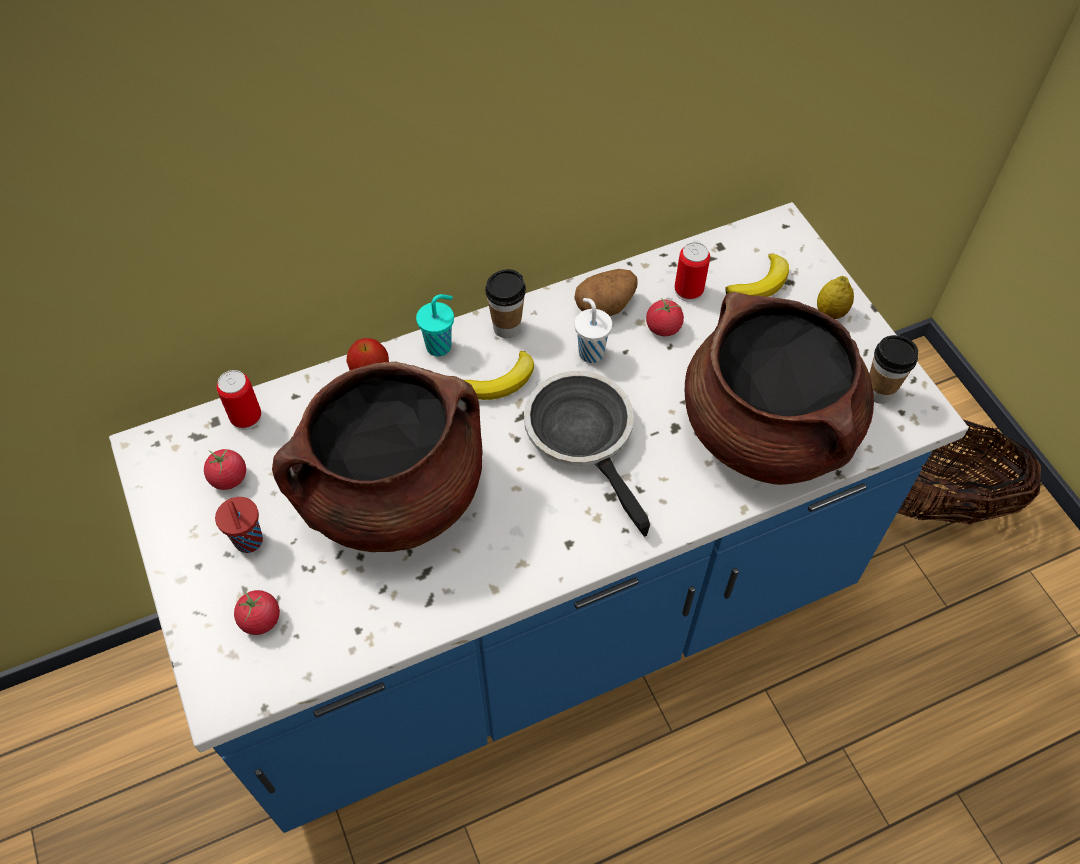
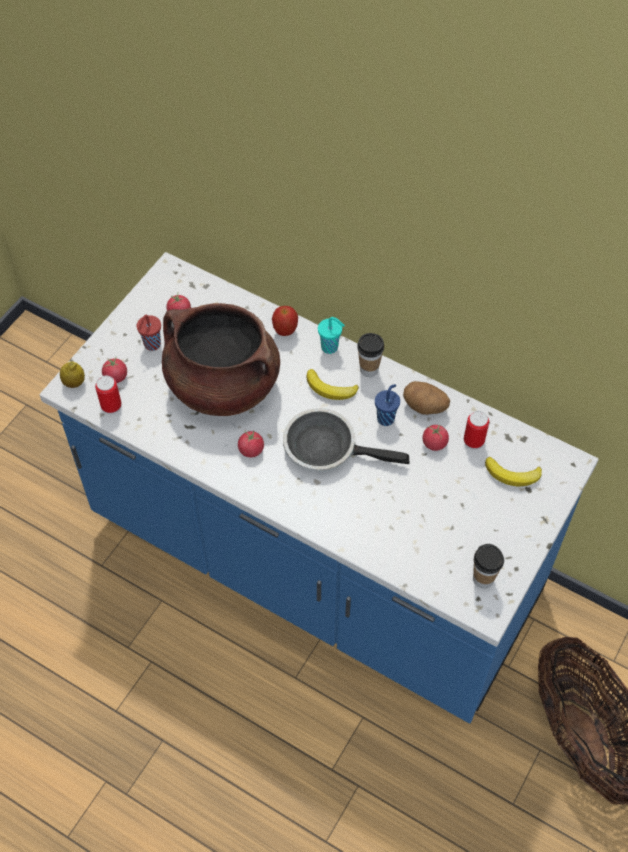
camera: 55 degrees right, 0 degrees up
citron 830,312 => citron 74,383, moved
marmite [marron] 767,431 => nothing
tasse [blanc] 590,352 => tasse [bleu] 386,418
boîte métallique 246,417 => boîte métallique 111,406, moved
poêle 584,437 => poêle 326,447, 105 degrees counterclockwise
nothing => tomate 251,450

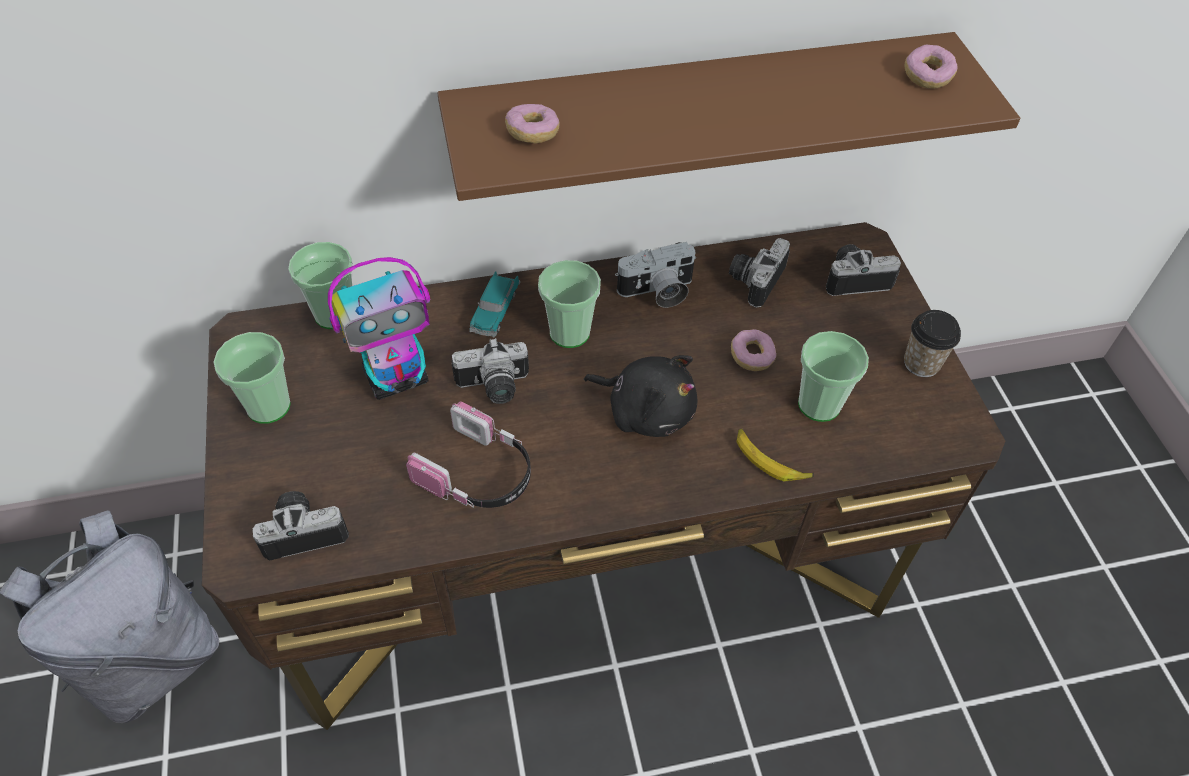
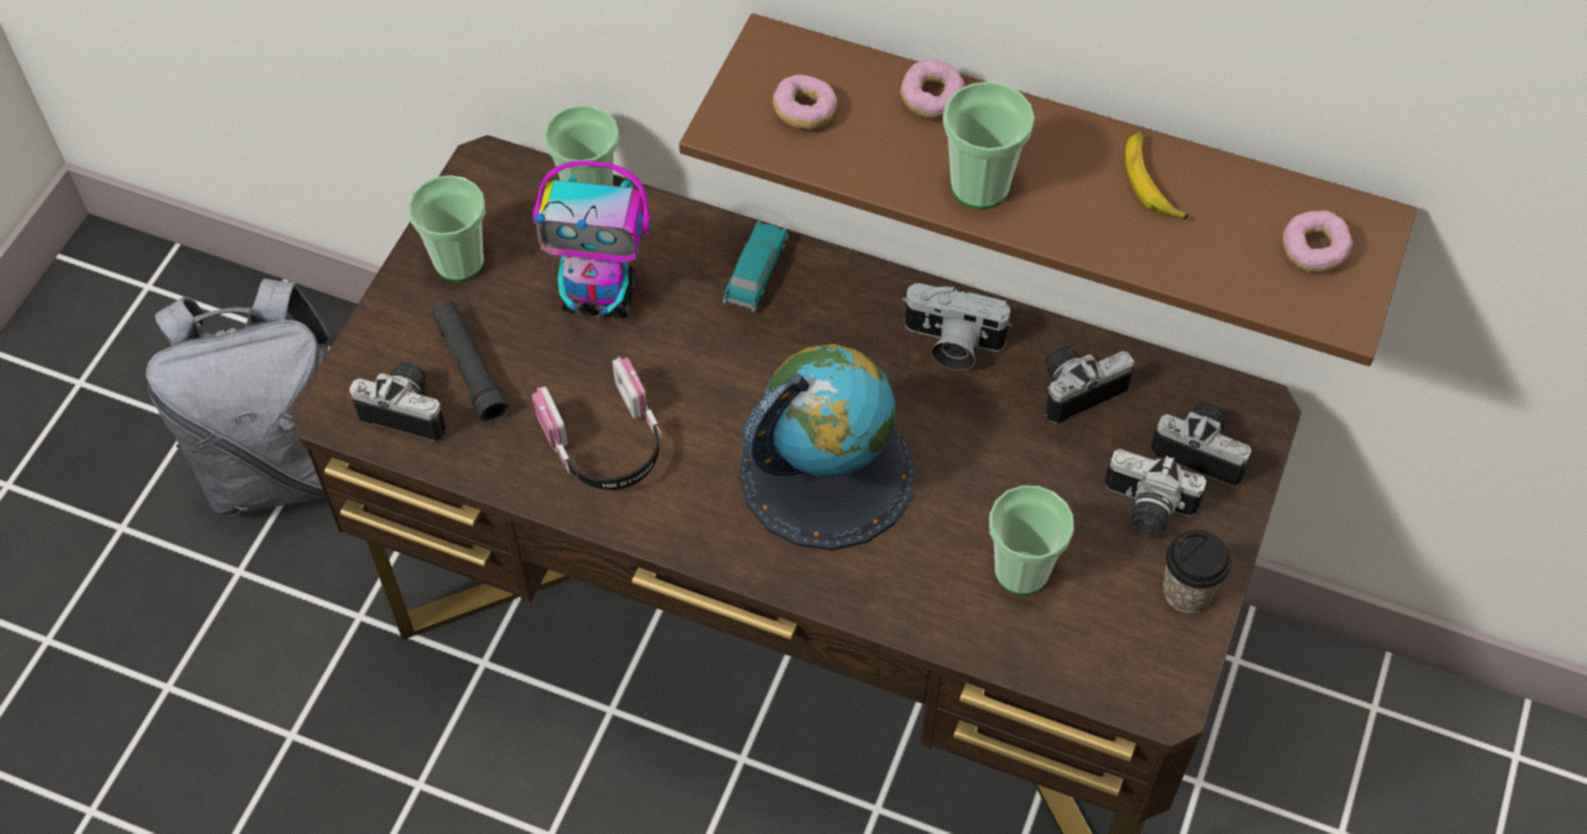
camera: 35 degrees right, 5 degrees up
tasse 569,333 => tasse 980,186, moved
petite voiture 495,310 => petite voiture 756,271, 150 degrees clockwise
beignet 751,357 => beignet 931,99, moved
appareil photo 494,388 => appareil photo 1145,510, moved
peluche [noir] 646,410 => globe 826,472
banane 769,460 => banane 1151,182, moved
nothing => lampe de poche [noir] 470,368

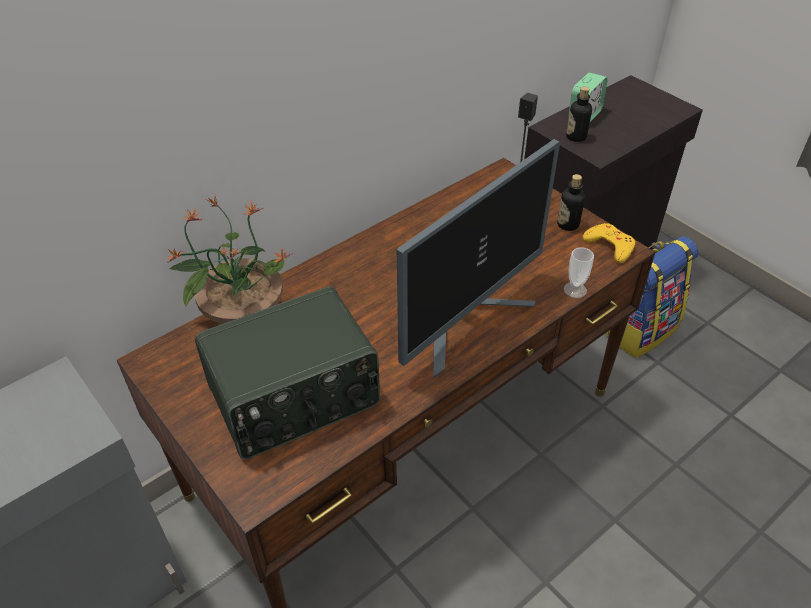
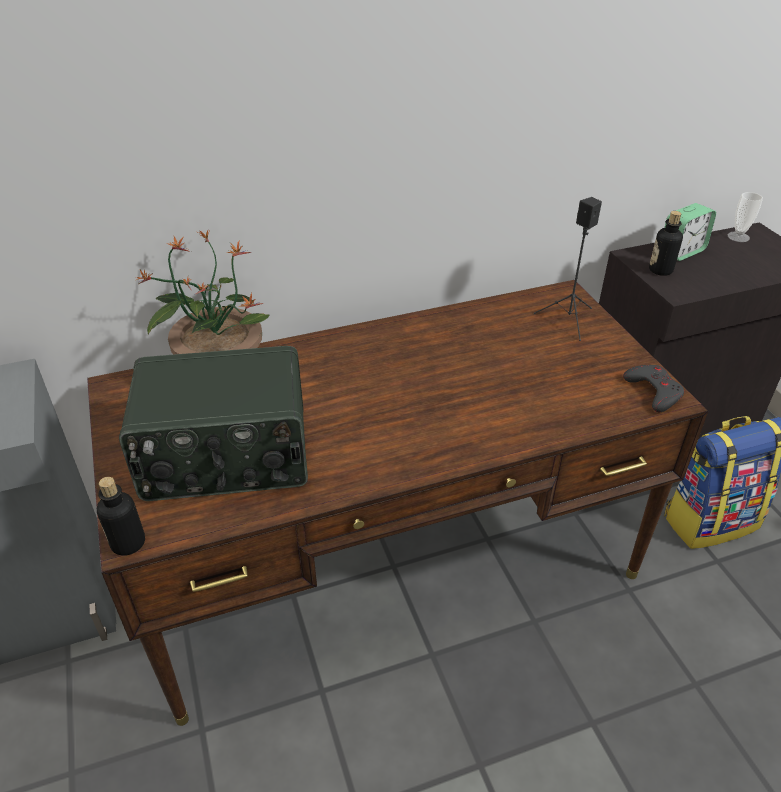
camera: 20 degrees right, 5 degrees down
écran d'ordinateur 467,321 => nothing
bouteille 568,224 => bouteille 128,543, moved
manette [jaune] 609,245 => manette [gris] 653,391
tasse 575,290 => tasse 738,237, moved

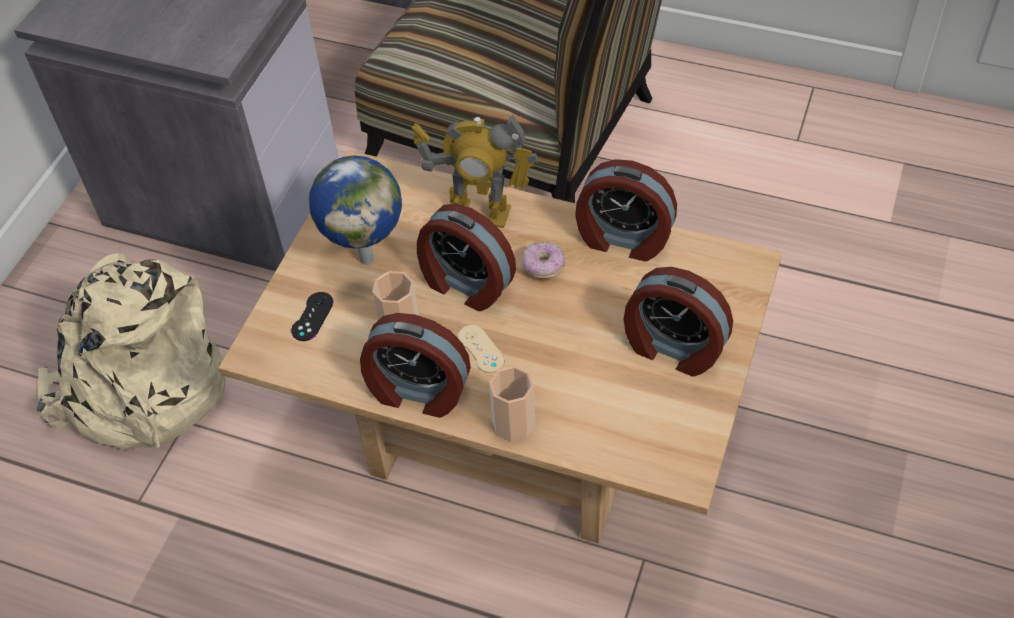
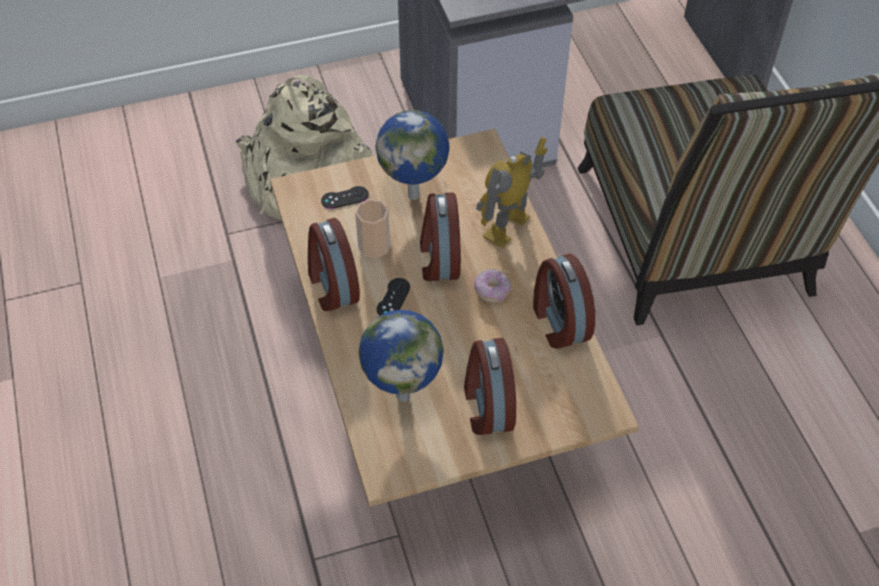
camera: 50 degrees right, 0 degrees up
robot jouet 479,211 => robot jouet 507,228, 60 degrees clockwise
manette [beige] 480,349 => manette [noir] 393,298
tasse 513,423 => nothing
nothing => globe 403,394

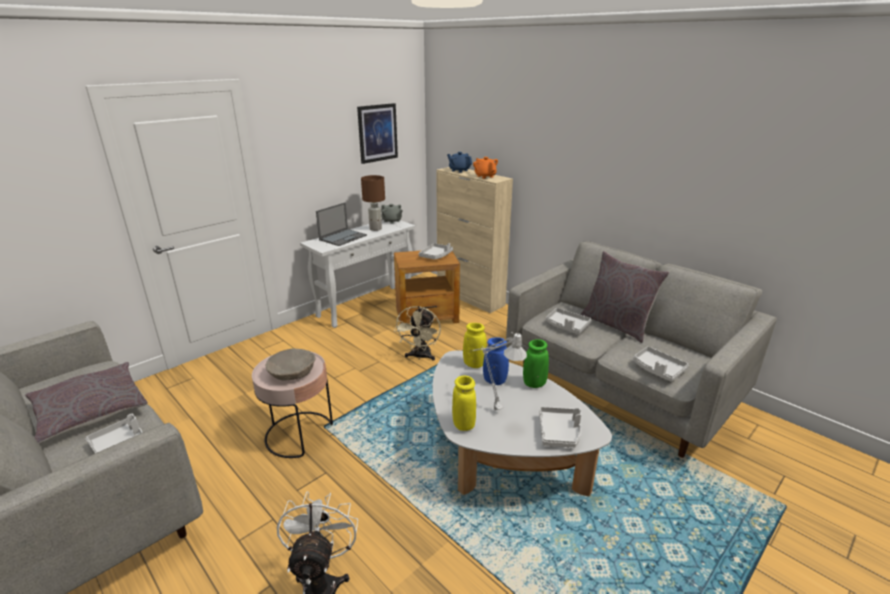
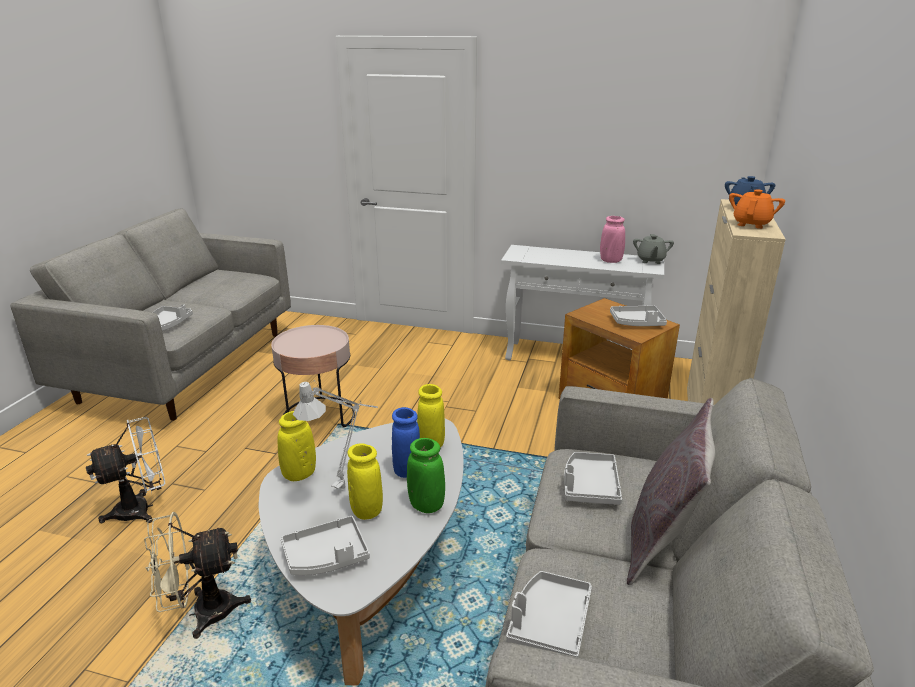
camera: 60 degrees right, 0 degrees up
tableau 377,133 => nothing
lampe de table [marron] 376,229 => vase [rose] 610,261
ordinateur portable 343,237 => nothing
ventilateur [beige] 420,357 => ventilateur [beige] 202,613, moved
bol [beige] 292,372 => nothing
coussin [gris] 90,410 => nothing
nothing => vase [jaune] 366,511

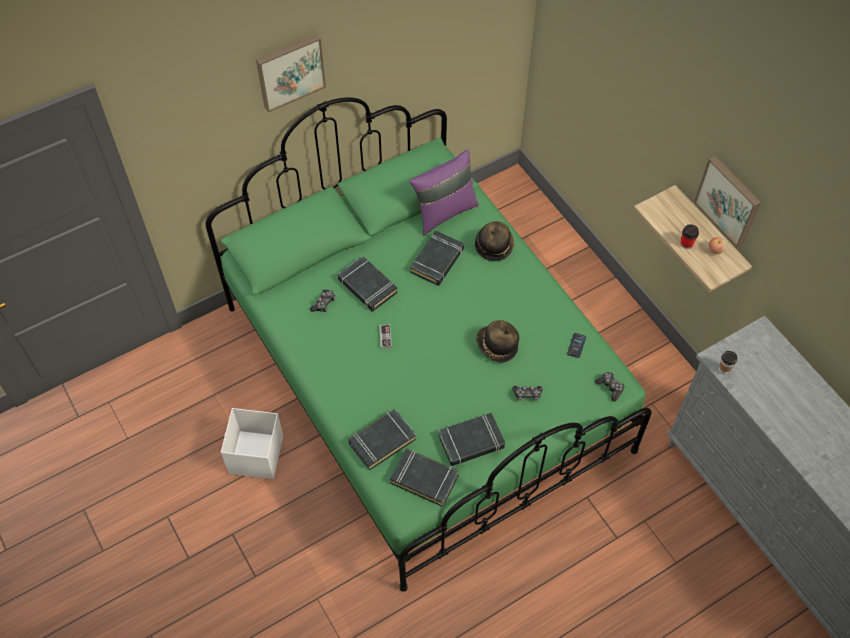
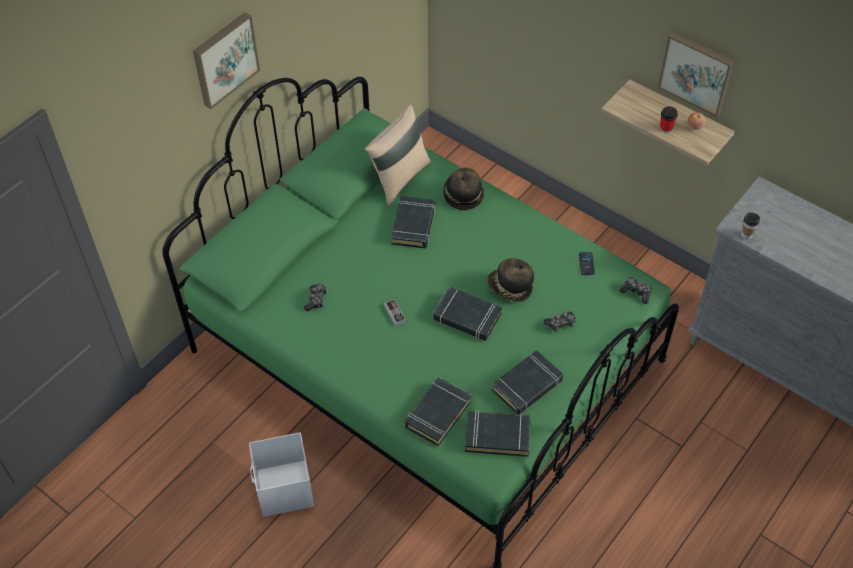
camera: 20 degrees left, 5 degrees down
coussin [violet] 444,212 => coussin [beige] 399,178
livre [noir] 367,286 => livre [noir] 466,317, moved

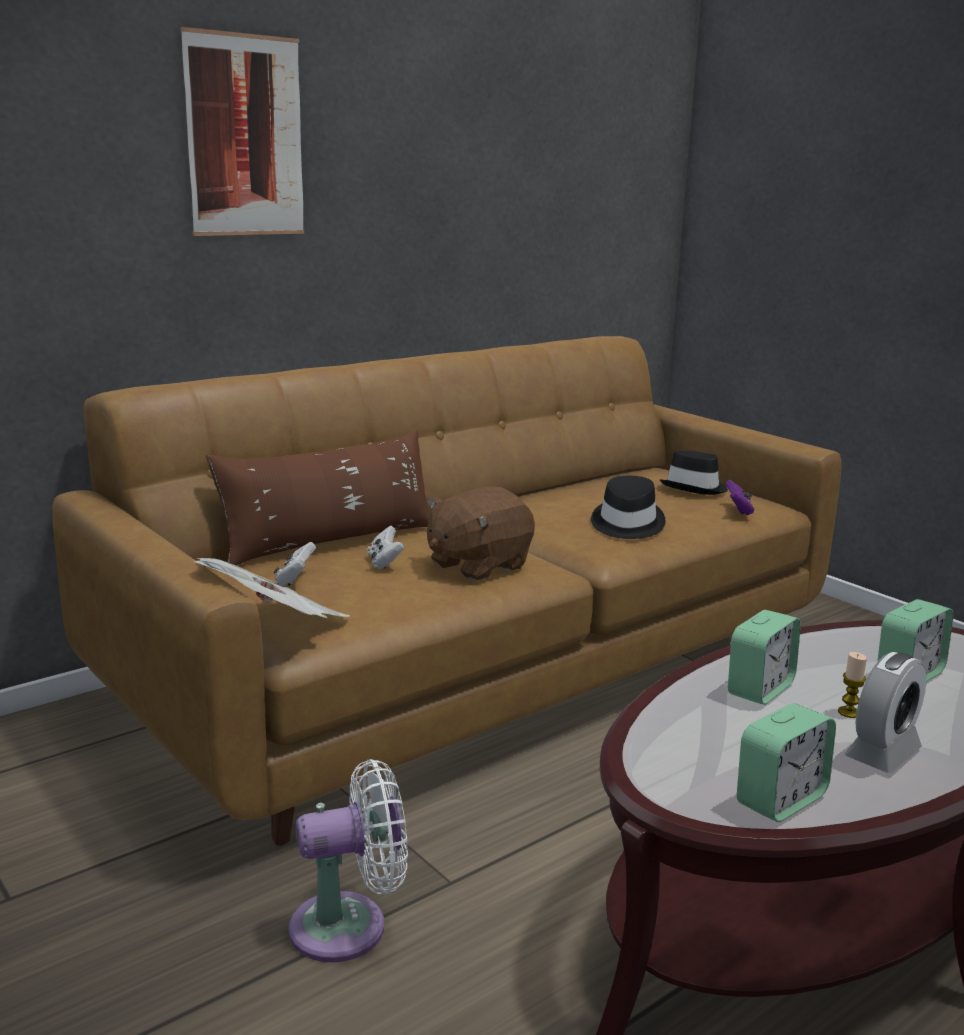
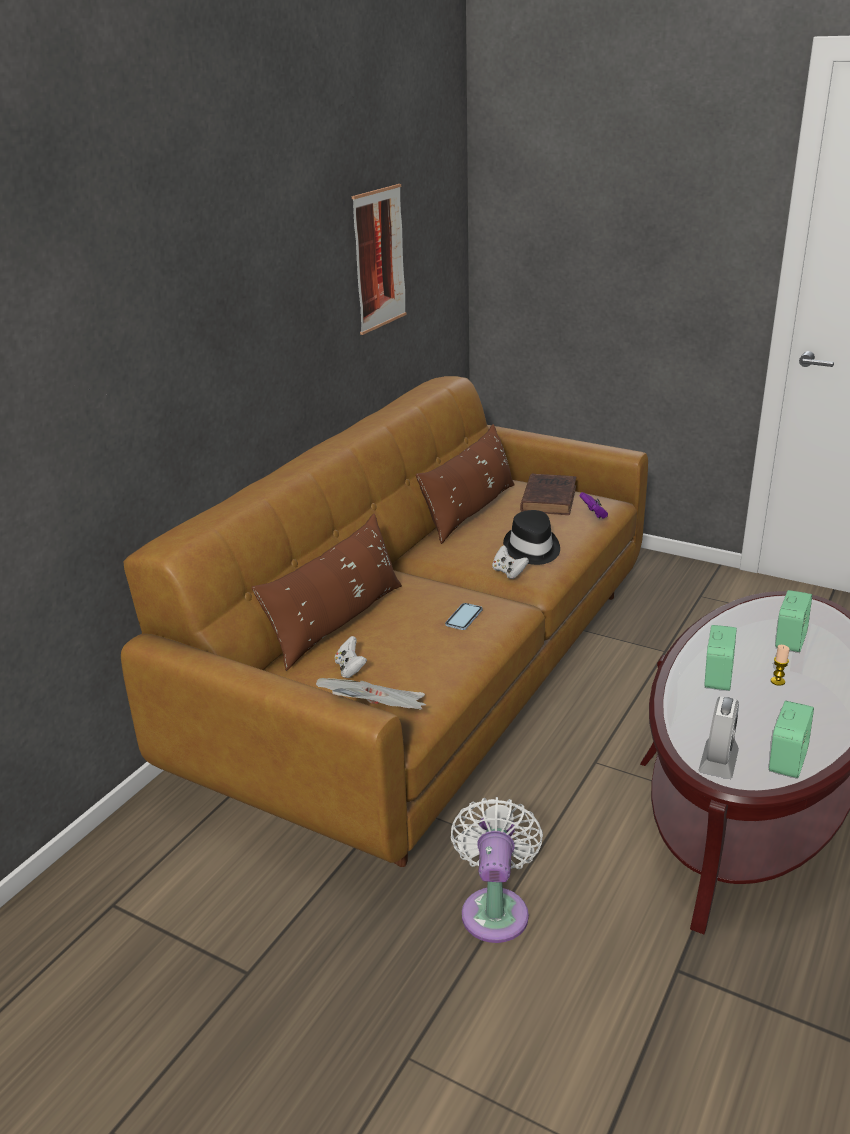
camera: 20 degrees left, 10 degrees up
tableau 245,136 => tableau 379,259, moved
chapeau [noir] 695,488 => livre [marron] 549,498
peluche [marron] 477,565 => téléphone 464,618
manette [blanc] 384,563 => manette [blanc] 508,572, moved
réveil 882,753 => réveil 718,761, moved
ventilateur [blanc] 349,926 => ventilateur [blanc] 495,909, 45 degrees counterclockwise
nothing => coussin [marron] 470,511

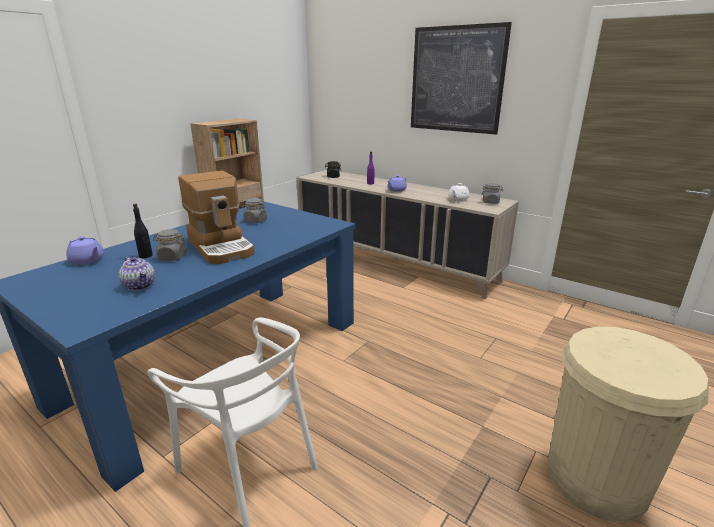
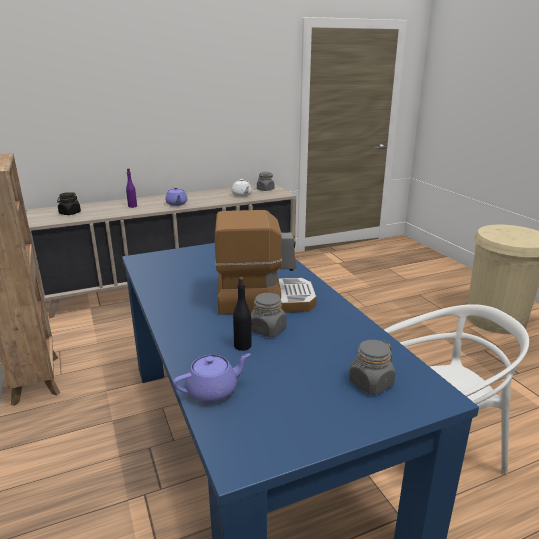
camera: 60 degrees left, 0 degrees up
tableau 456,80 => nothing
bocal [gris] 255,221 => bocal [gris] 370,383, moved
théière 140,285 => nothing

